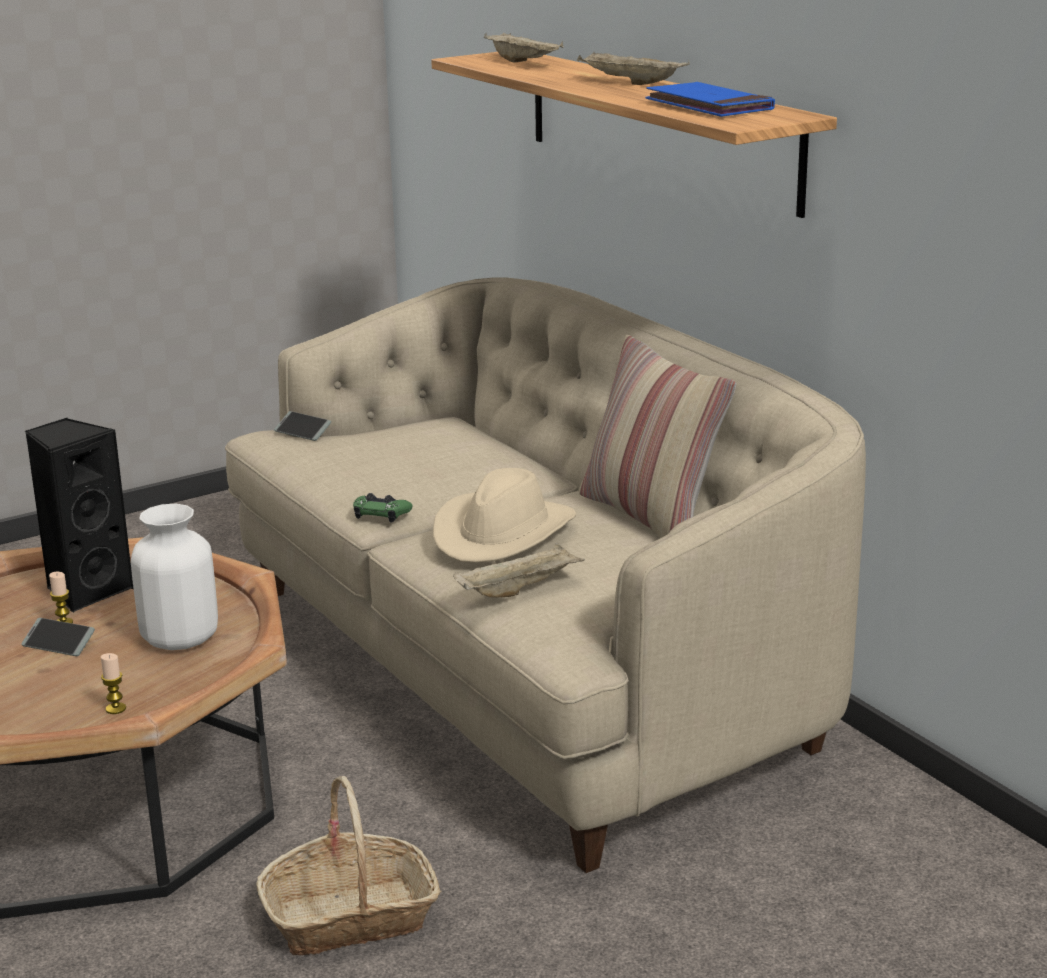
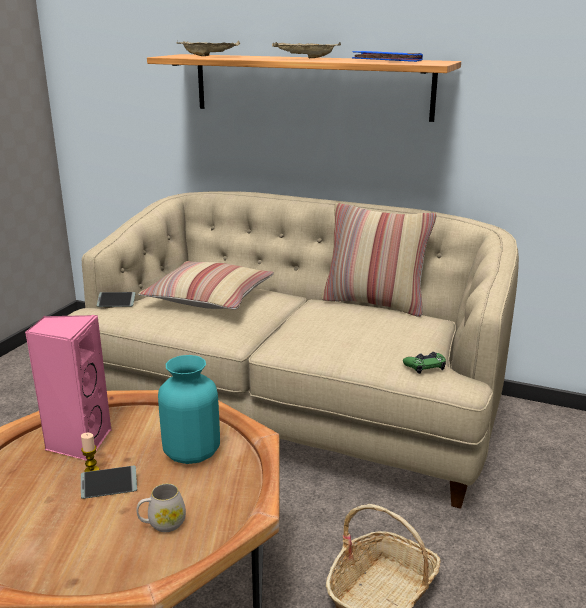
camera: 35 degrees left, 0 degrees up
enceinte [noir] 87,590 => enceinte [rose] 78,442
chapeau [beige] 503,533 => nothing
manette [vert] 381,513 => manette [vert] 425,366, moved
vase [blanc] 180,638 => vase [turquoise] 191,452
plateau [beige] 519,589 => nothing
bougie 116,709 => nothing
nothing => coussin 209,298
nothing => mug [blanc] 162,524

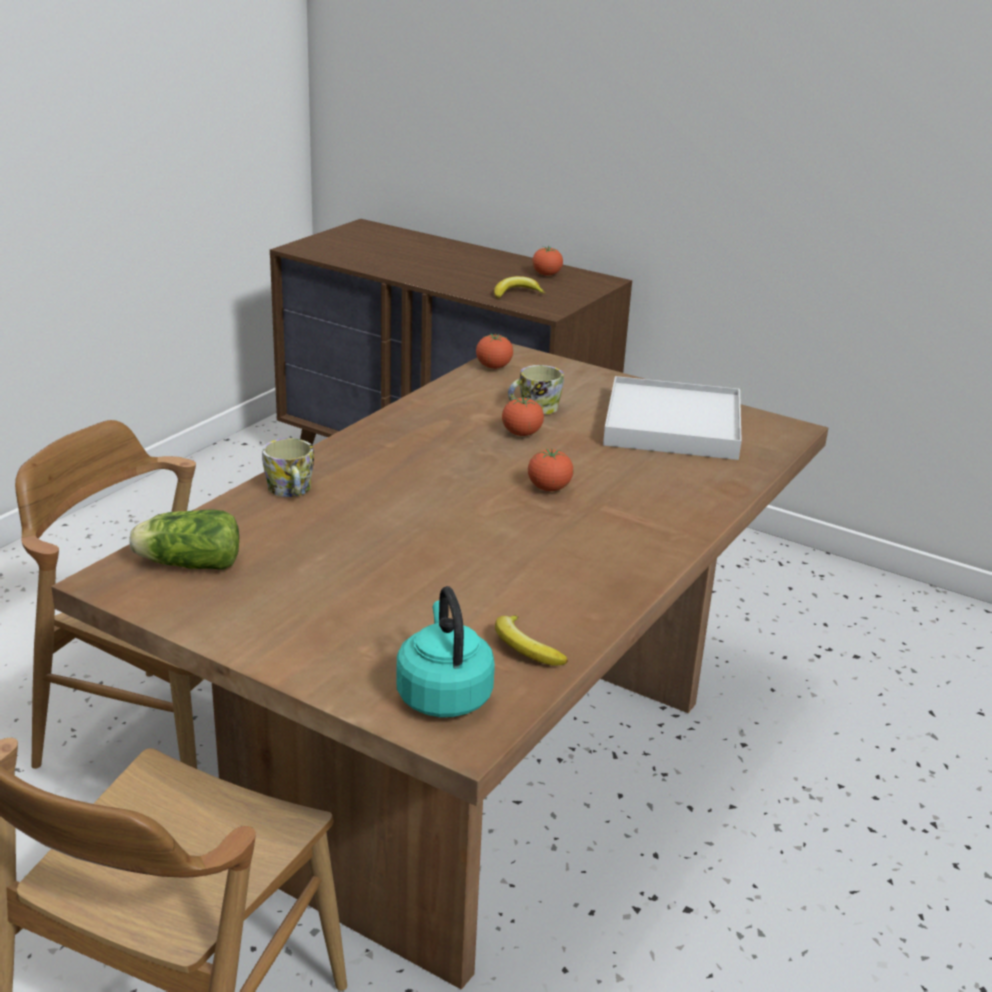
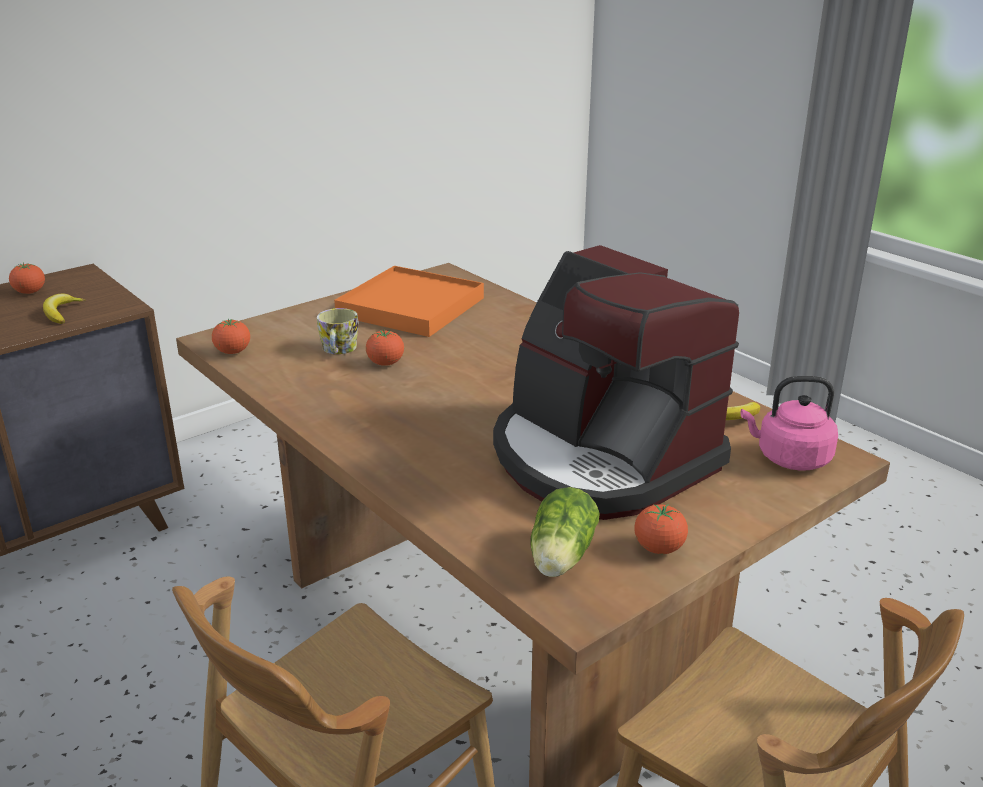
camera: 70 degrees left, 0 degrees up
plateau [blanc] 673,425 => plateau [orange] 411,307
mug 291,491 => nothing
tomate 549,488 => tomate 659,548, moved
bouilloire [turquoise] 443,694 => bouilloire [rose] 789,458
nothing => machine à café 600,458

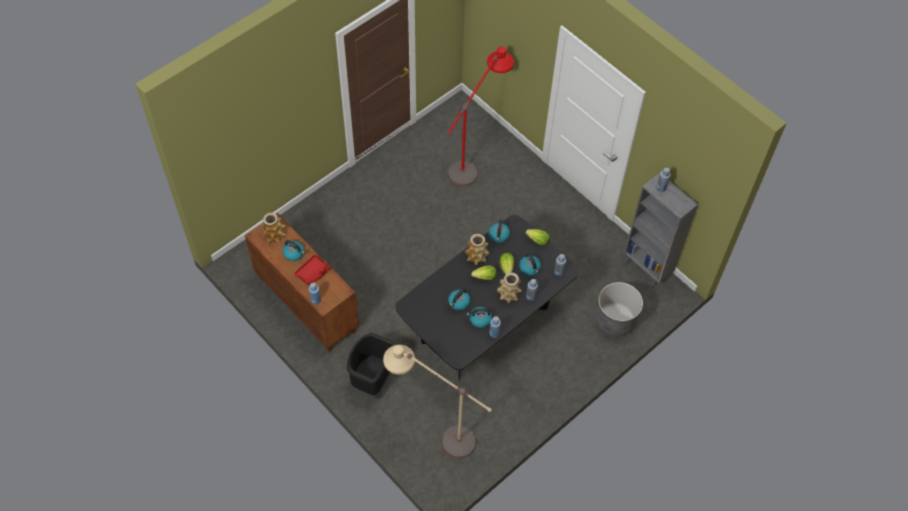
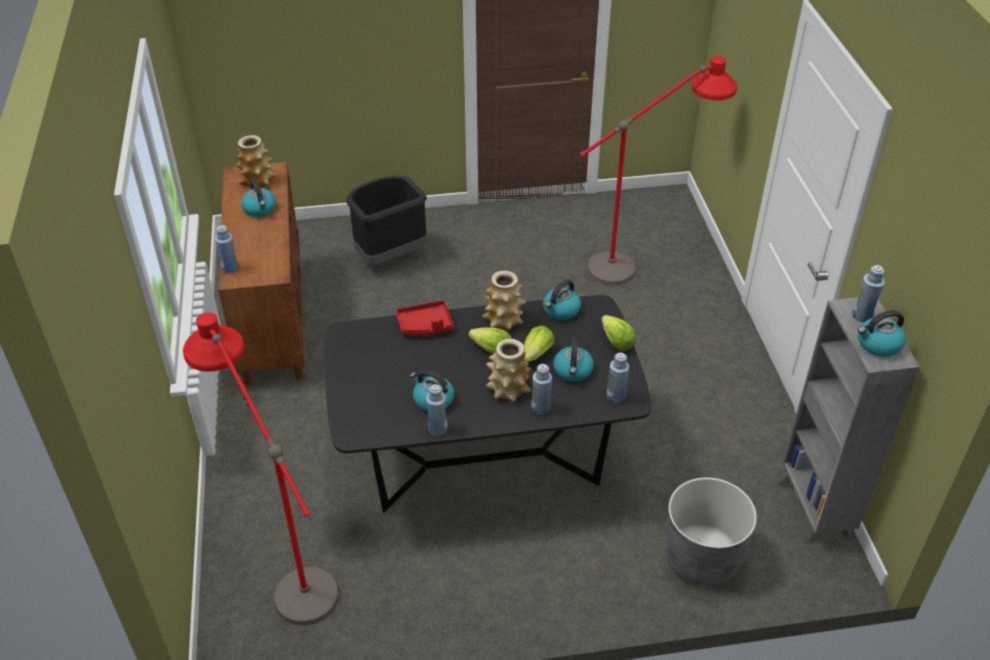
camera: 35 degrees right, 15 degrees down
plateau [rouge] 313,272 => plateau [rouge] 425,325, moved
bouilloire 459,303 => bouilloire 878,344, moved
poubelle [noir] 372,380 => poubelle [noir] 389,256, moved
lampadaire [beige] 435,433 => lampadaire [rouge] 285,564

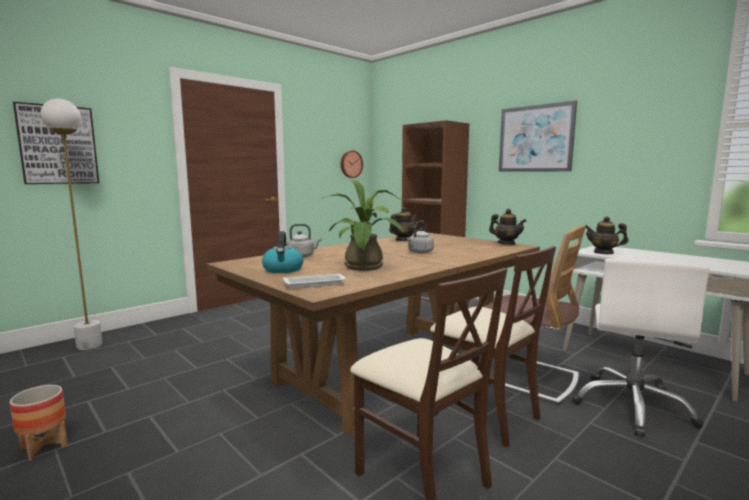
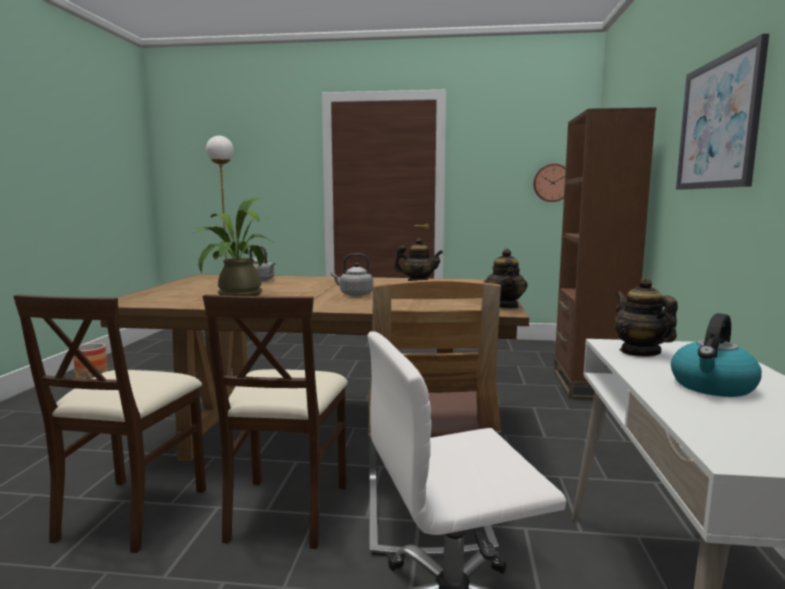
camera: 50 degrees right, 0 degrees up
tableau 58,145 => nothing
bouilloire 283,270 => bouilloire 712,386, moved
plateau [blanc] 315,284 => nothing

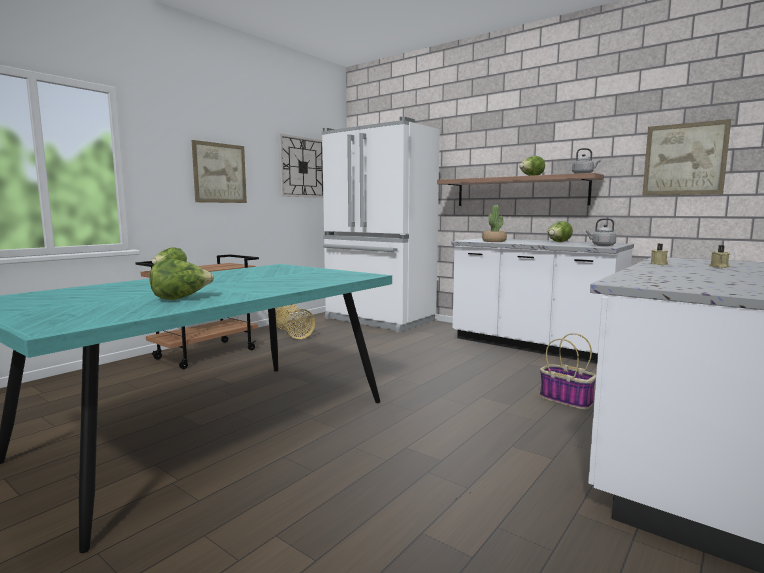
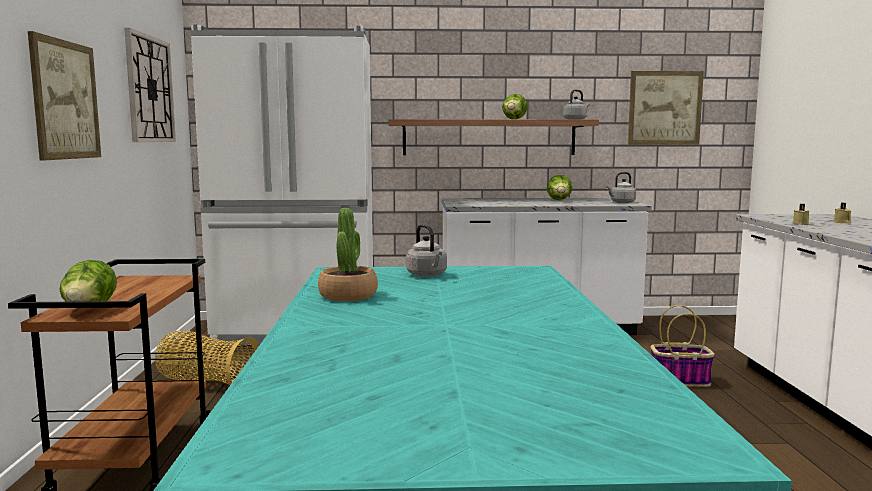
camera: 40 degrees left, 0 degrees up
plante en pot 494,241 => plante en pot 348,296, moved
laitue 181,298 => nothing
nothing => bouilloire [gris] 427,275

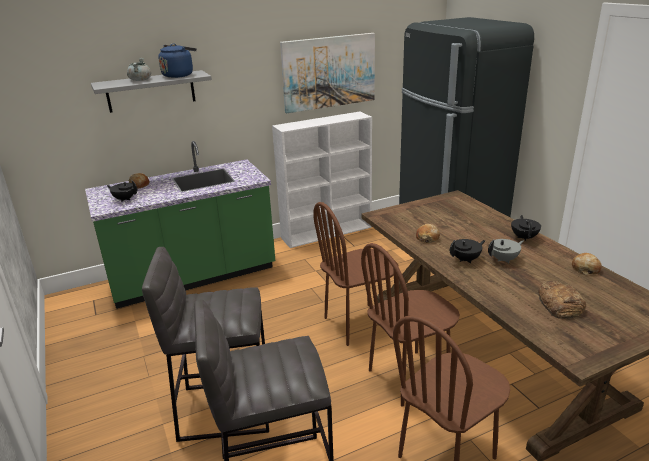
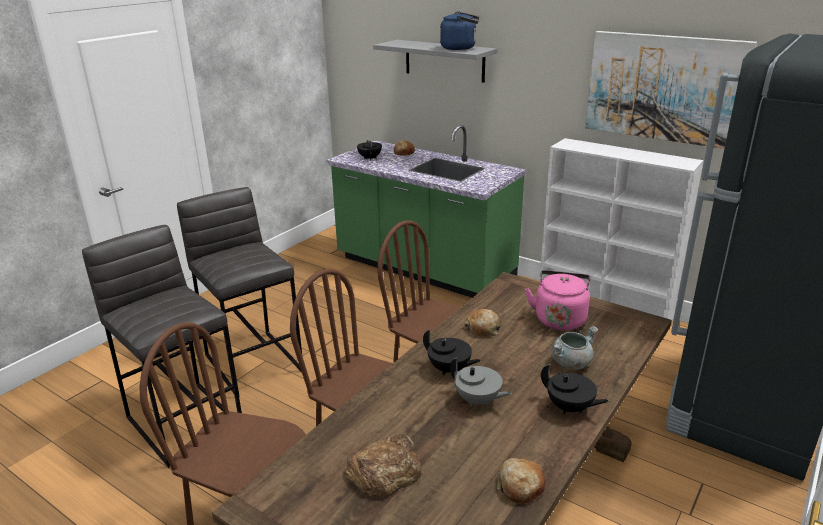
camera: 60 degrees right, 0 degrees up
marmite [gris] 140,80 => marmite [gris] 570,362, moved
théière [noir] 524,237 => théière [noir] 570,408, 60 degrees clockwise
nothing => bouilloire [rose] 559,318

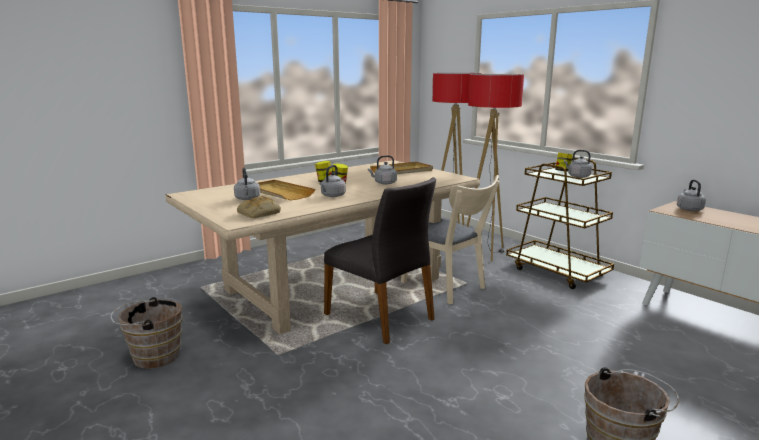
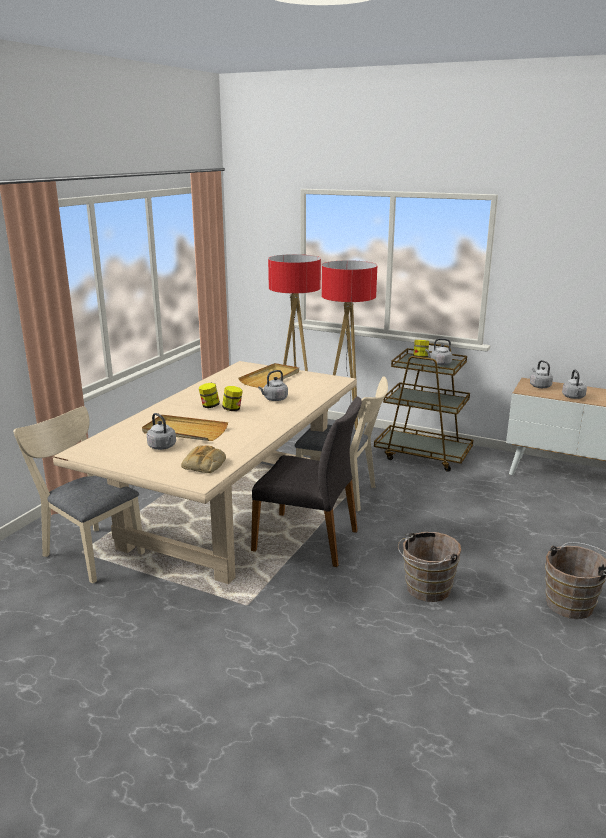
camera: 25 degrees left, 5 degrees up
bouilloire [gris] 332,196 => bouilloire [gris] 573,397, moved
seau [marron] 152,356 => seau [marron] 425,590, moved
nothing => chaise [beige] 89,551

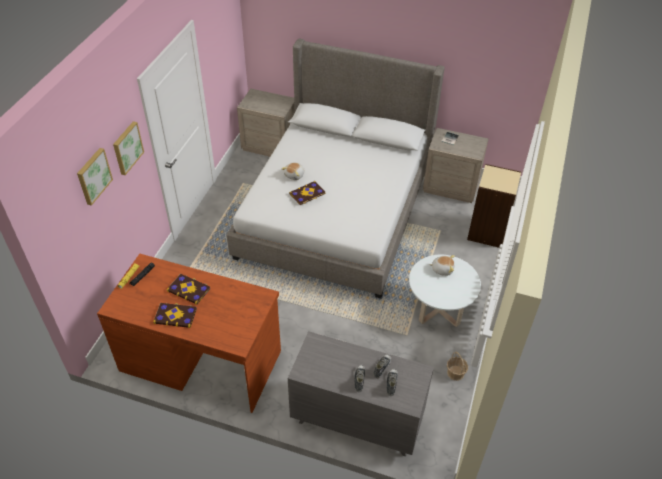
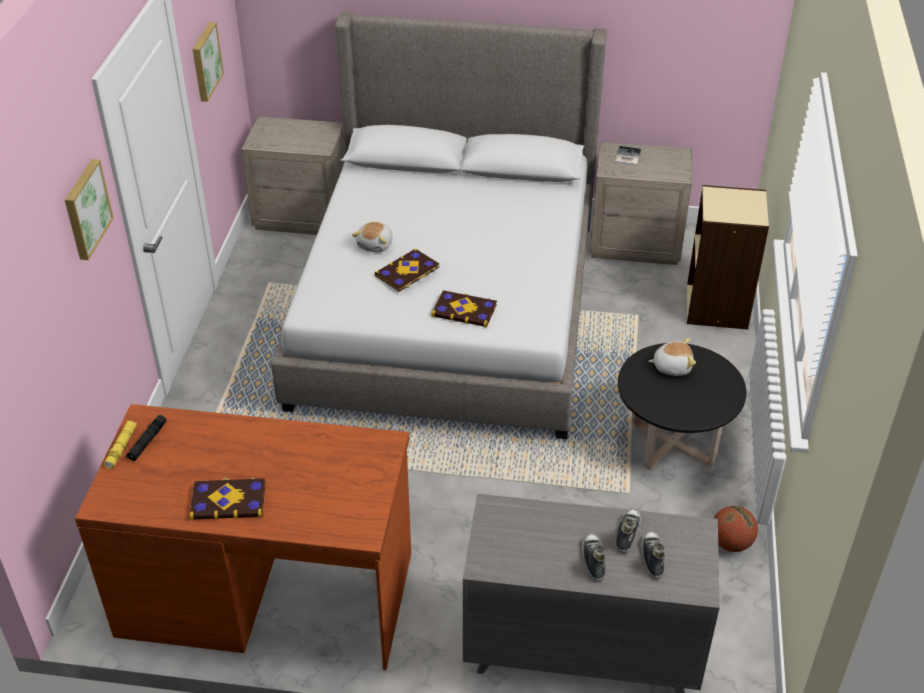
camera: 10 degrees left, 5 degrees down
tableau 93,176 => tableau 205,61, moved
table basse [blanc] 439,310 => table basse [noir] 672,443
livre 189,289 => livre 464,310, moved
panier 455,373 => ballon de basket 731,543

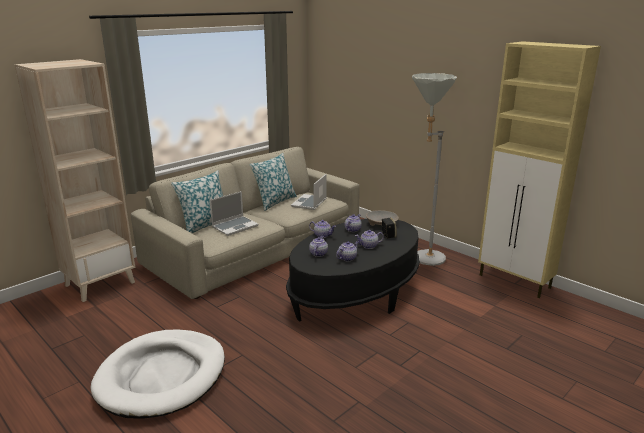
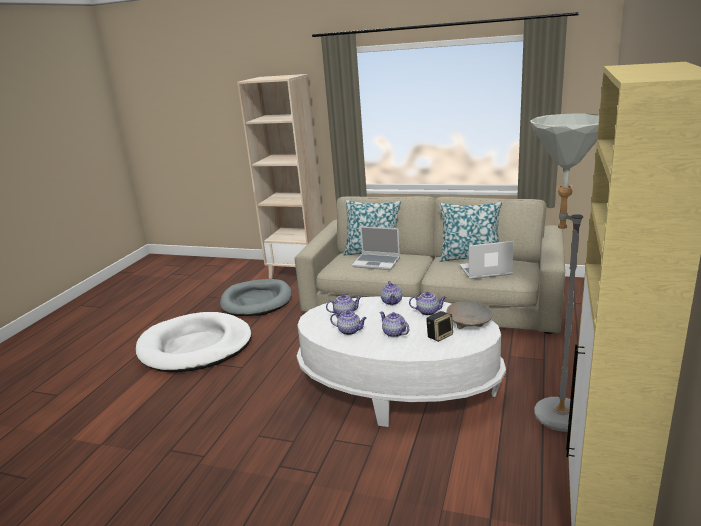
camera: 65 degrees right, 0 degrees up
table basse [noir] 355,294 => table basse [blanc] 398,388
nothing => panier pour chien [gris] 257,301

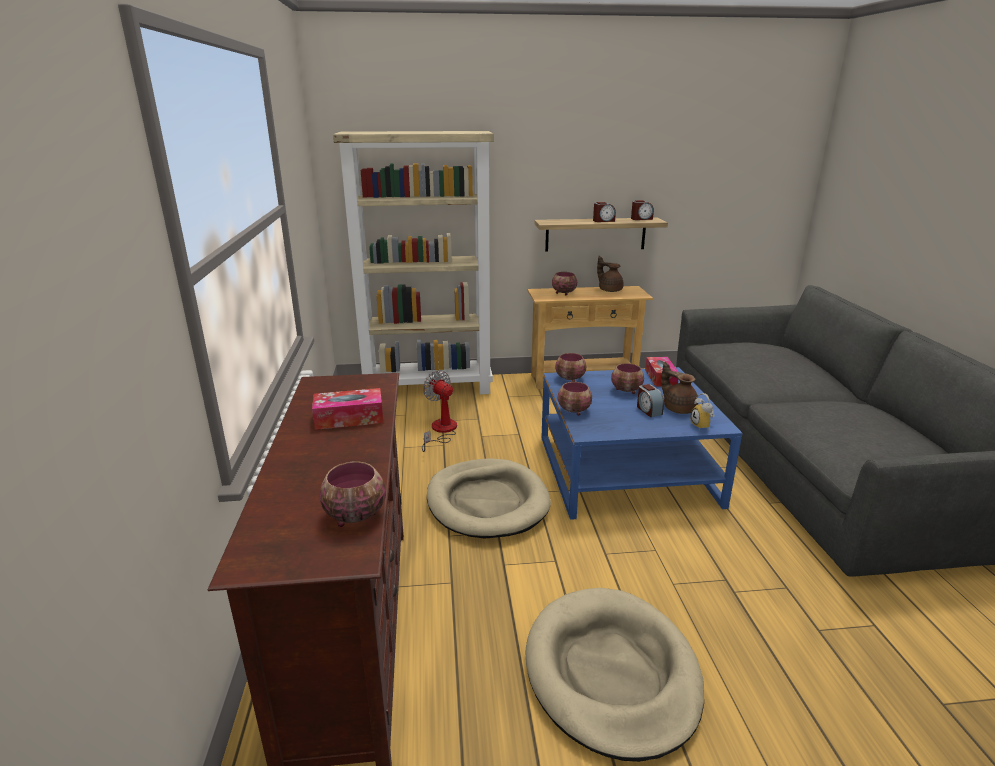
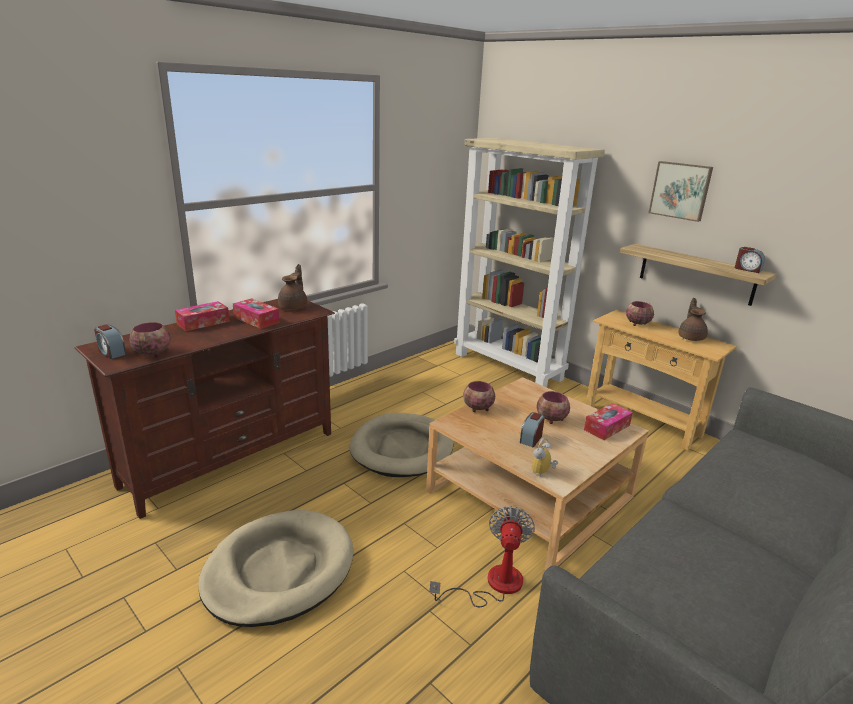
camera: 50 degrees right, 0 degrees up
réveil 603,221 => réveil 111,352, moved
bol 570,379 => nothing
théière [marron] 678,408 => théière [marron] 294,307, moved
table basse [bleu] 626,470 => table basse [beige] 530,494
ventilateur 441,431 => ventilateur 493,584, moved
nothing => tableau 680,190
nothing => boîte à mouchoirs 203,322

